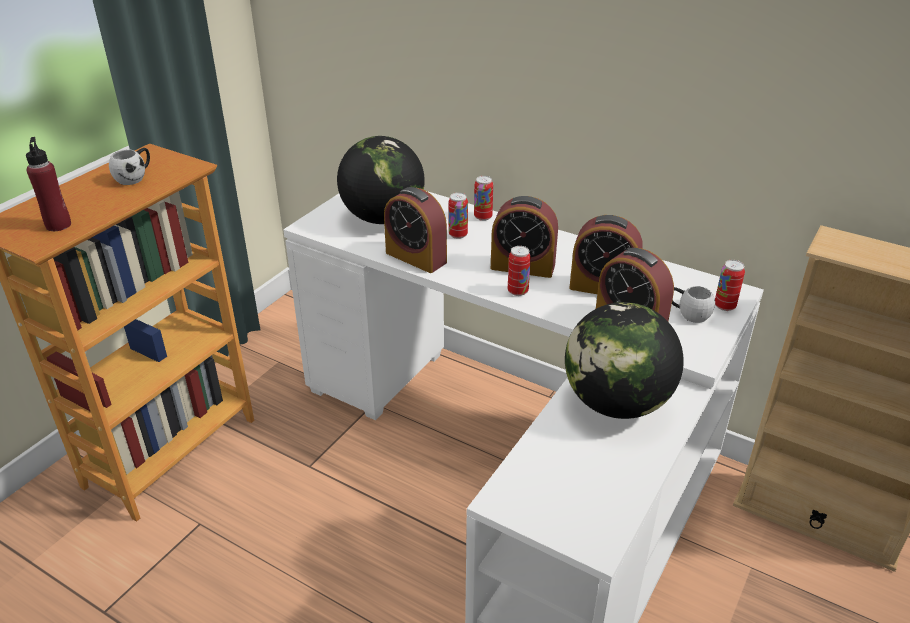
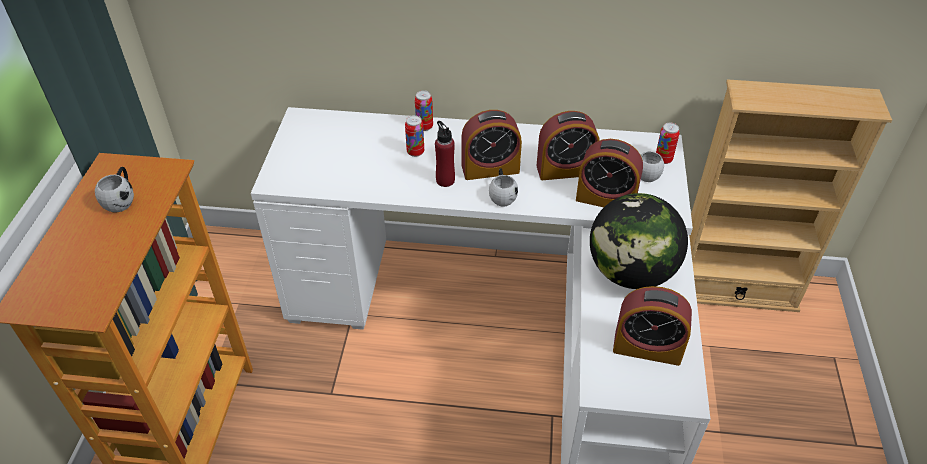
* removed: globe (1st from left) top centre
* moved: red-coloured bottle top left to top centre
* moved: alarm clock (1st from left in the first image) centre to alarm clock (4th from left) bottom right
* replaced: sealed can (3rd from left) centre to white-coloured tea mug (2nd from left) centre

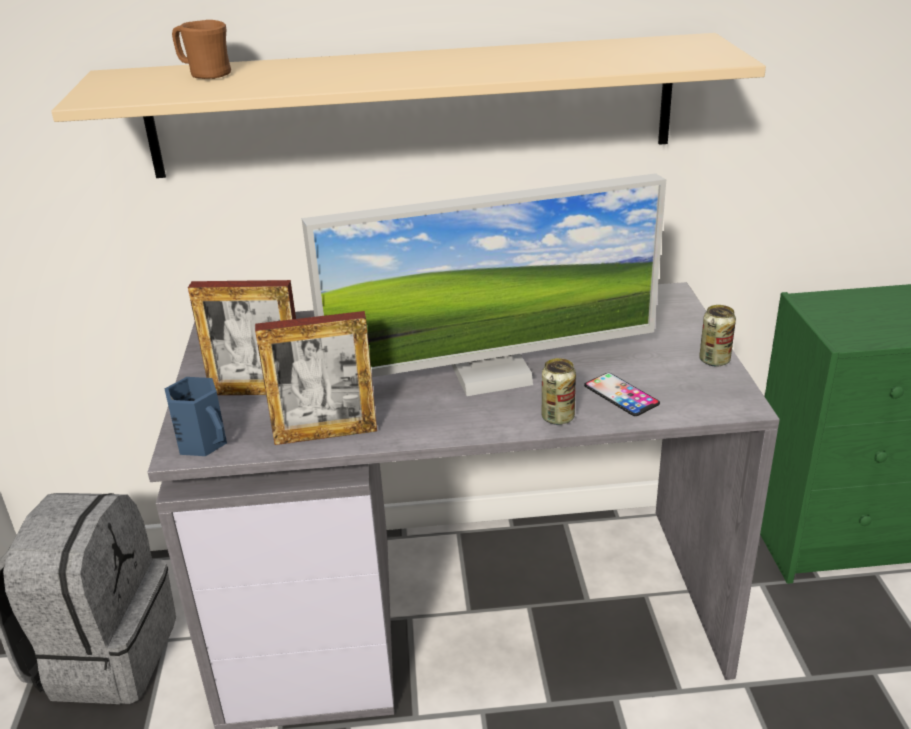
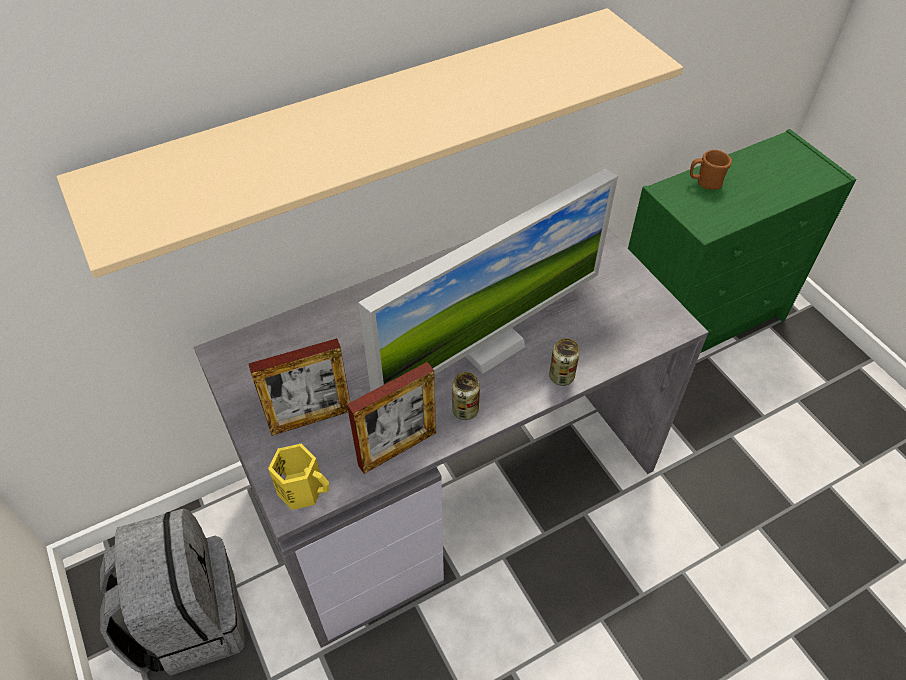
* removed: telephone middle right
* moved: brown-coloured tea mug top left to top right
* moved: sealed can (2nd from left in the first image) middle right to sealed can (1st from left) centre
* recoloured: bluish tea mug middle left to yellow-coloured tea mug bottom left

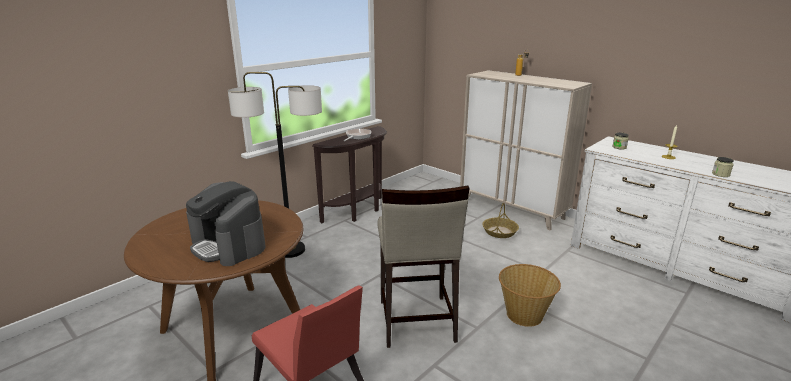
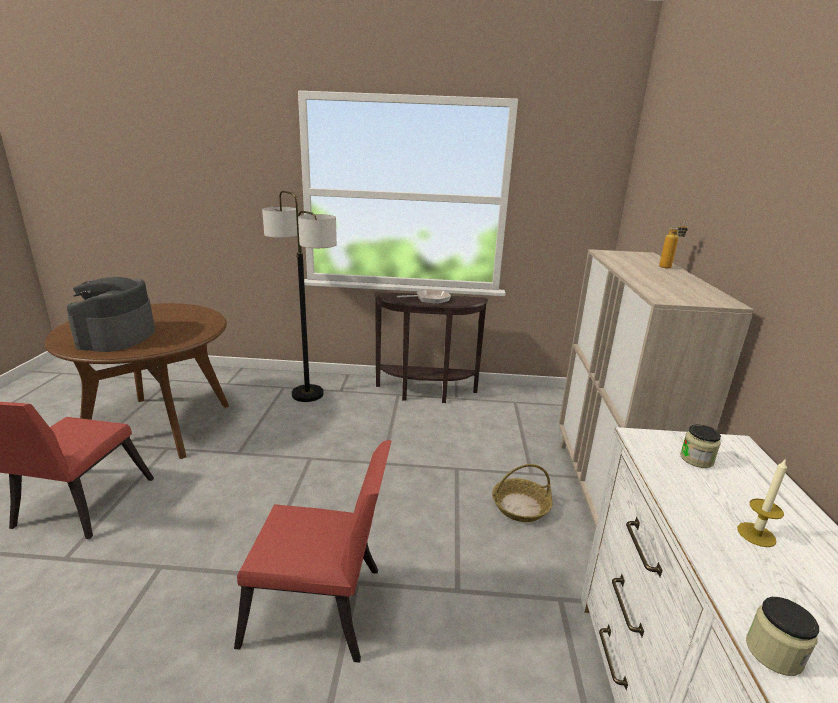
* removed: beige sitting stool bottom centre
* replaced: storage basket (2nd from left) bottom right to red-coloured upright chair (2nd from left) bottom centre

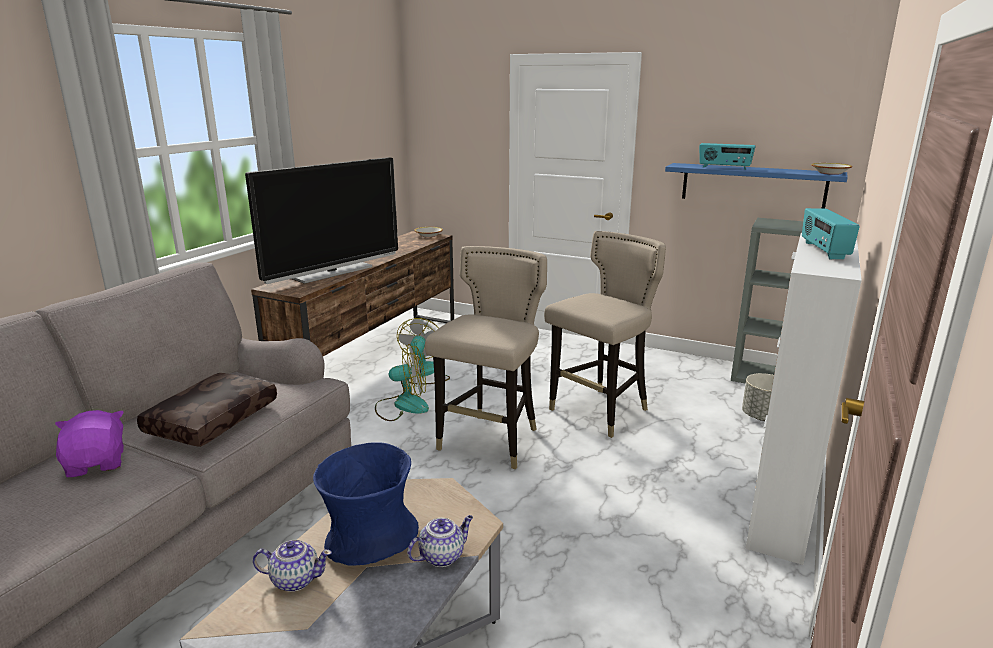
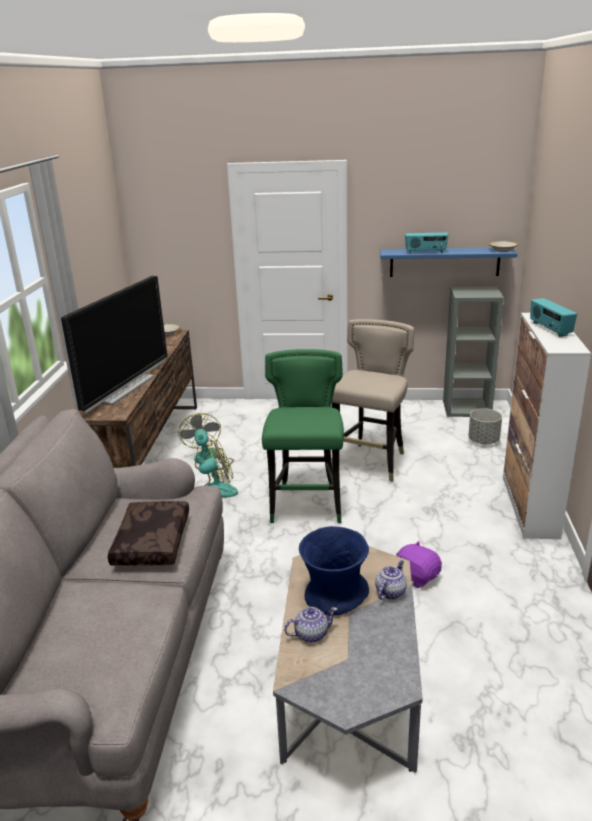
* moved: purple soft toy bottom left to bottom right
* recoloured: beige sitting stool (1st from left) centre to green sitting stool centre

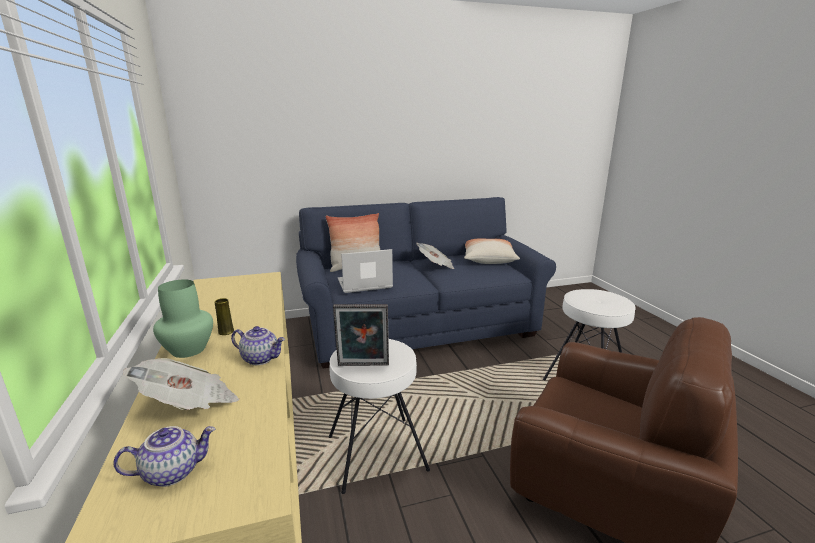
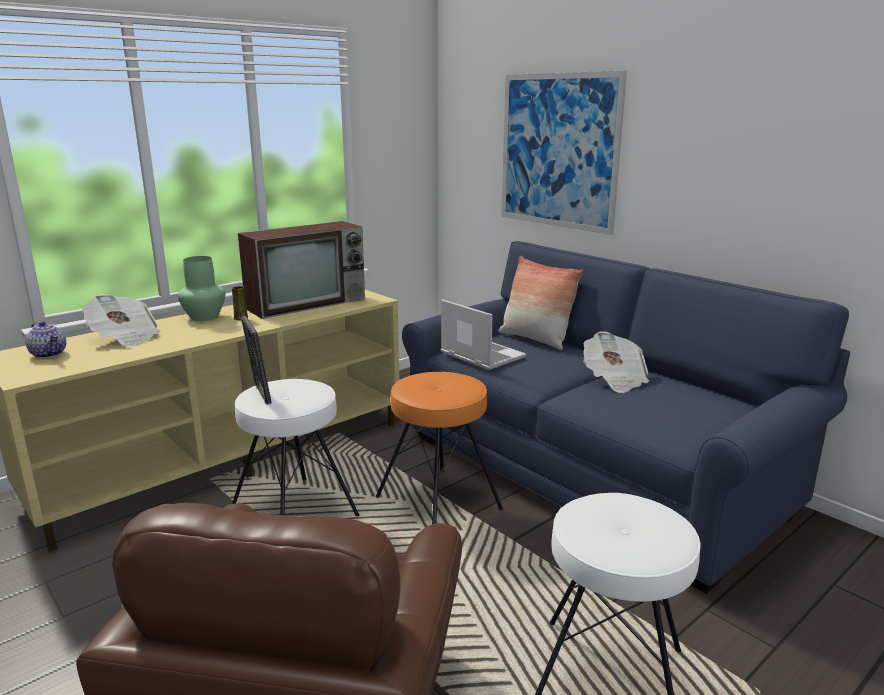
* removed: tea pot (2nd from left) middle left
* removed: throw pillow (2nd from left) centre
* added: television centre
* added: orangey sitting stool centre
* added: wall art top centre

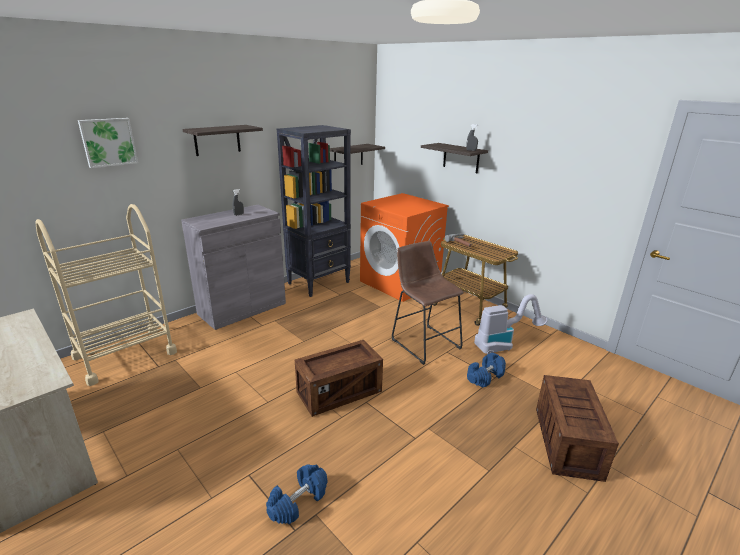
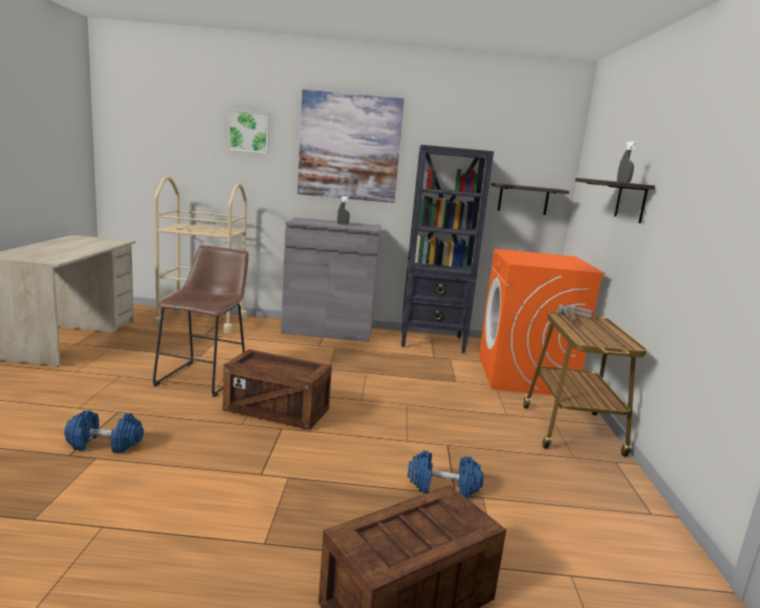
* removed: hoover middle right
* moved: brown-coloured sitting stool centre to middle left
* replaced: shelf (1st from left) top left to wall art (2nd from left) top centre

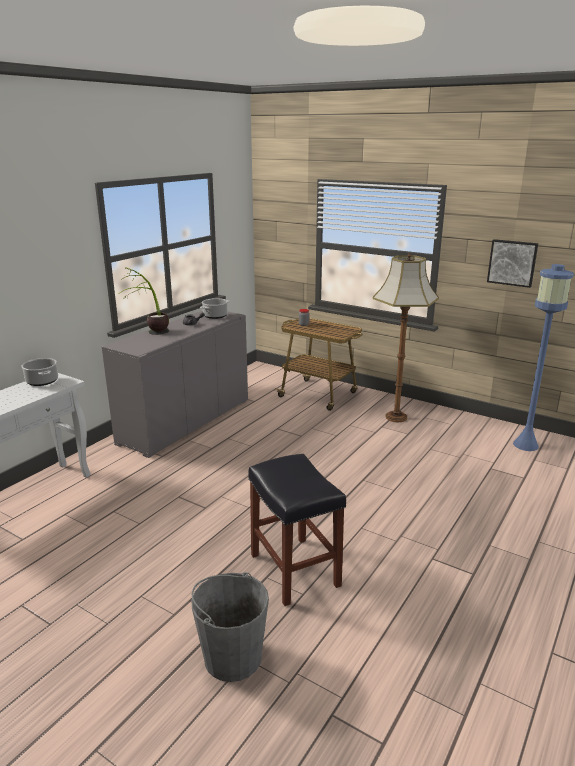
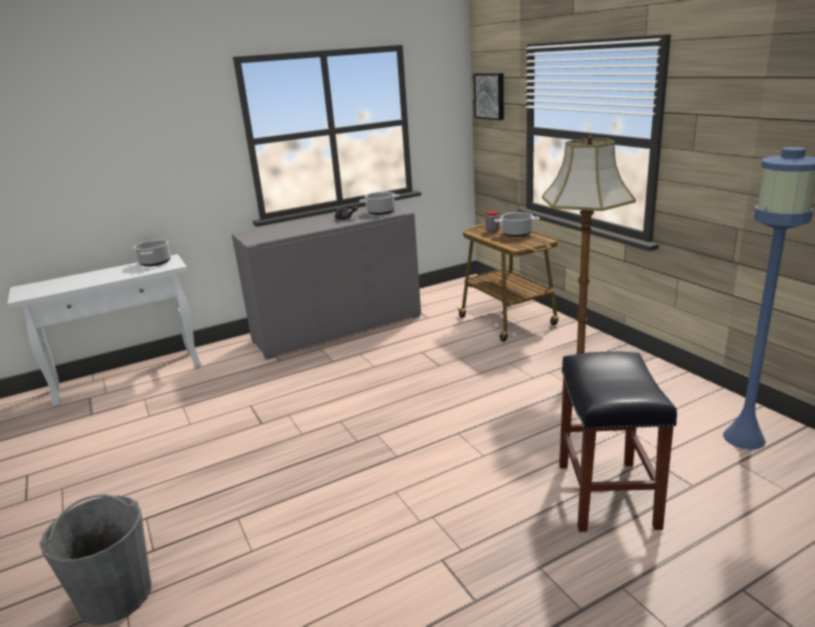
* removed: plant in a pot middle left
* added: stockpot (3rd from left) centre
* moved: blackish sitting stool bottom centre to bottom right
* moved: wall art middle right to top centre

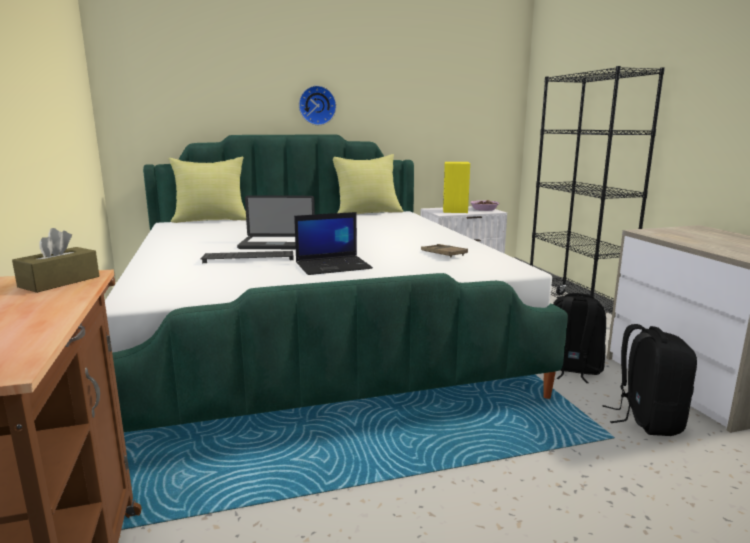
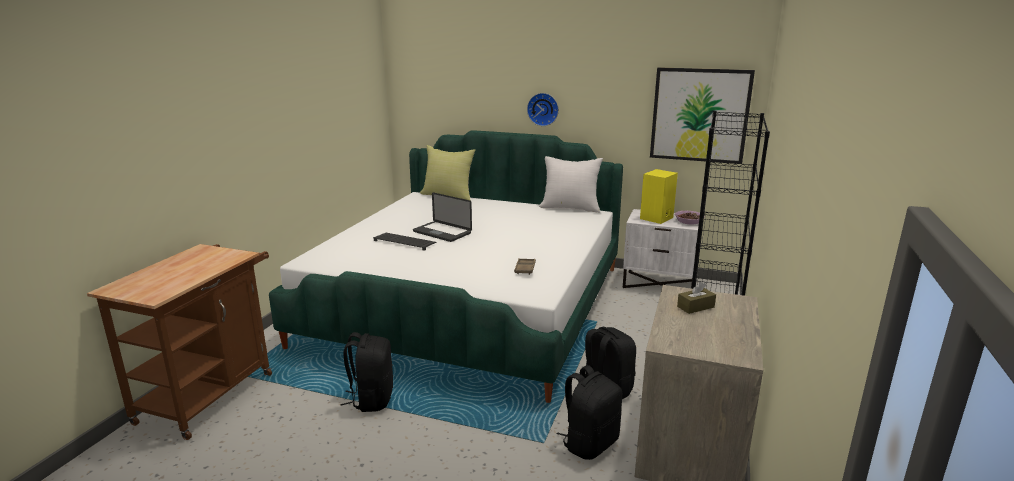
* removed: portable computer (2nd from left) centre
* added: blackish knapsack (1st from left) bottom centre
* added: wall art top right
* moved: brown-coloured tissue holder middle left to middle right
* recoloured: yellow-coloured throw pillow (2nd from left) centre to white-coloured throw pillow centre

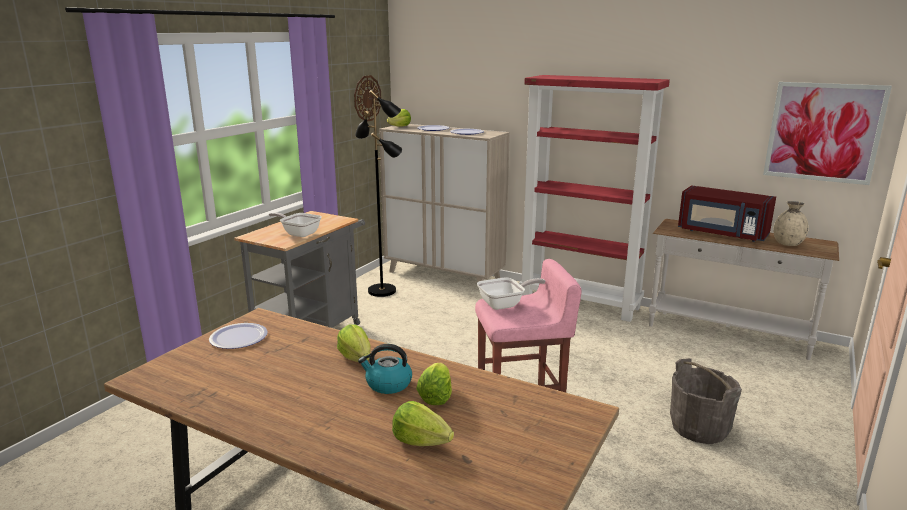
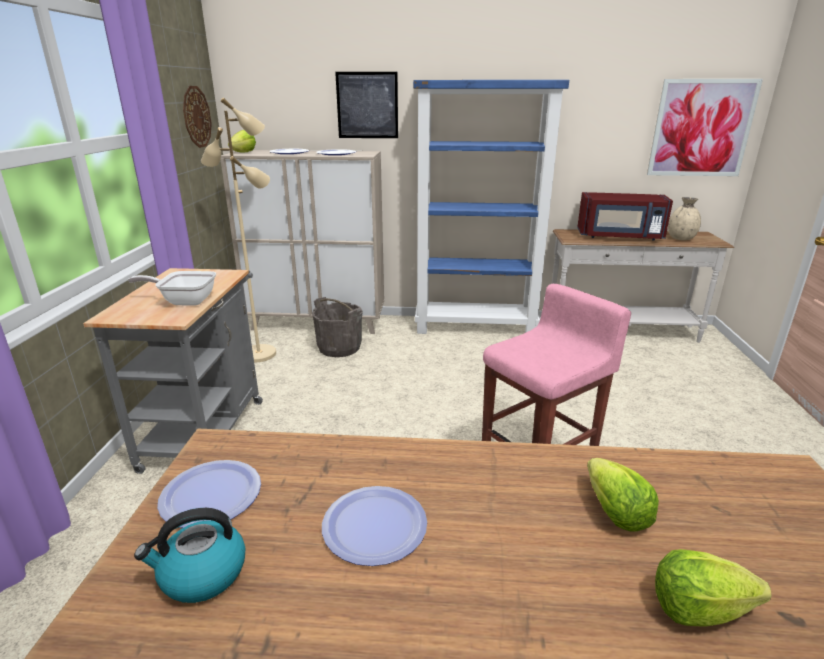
* removed: lettuce head (1st from left) bottom centre
* removed: skillet (2nd from left) centre
* added: dinner plate (4th from left) bottom centre
* added: wall art (1st from left) top centre
* moved: water kettle bottom centre to bottom left
* moved: grey water bucket bottom right to centre
* recoloured: blackish standing lamp centre to beige standing lamp middle left
* recoloured: red-coloured shelving unit centre to bluish shelving unit top centre

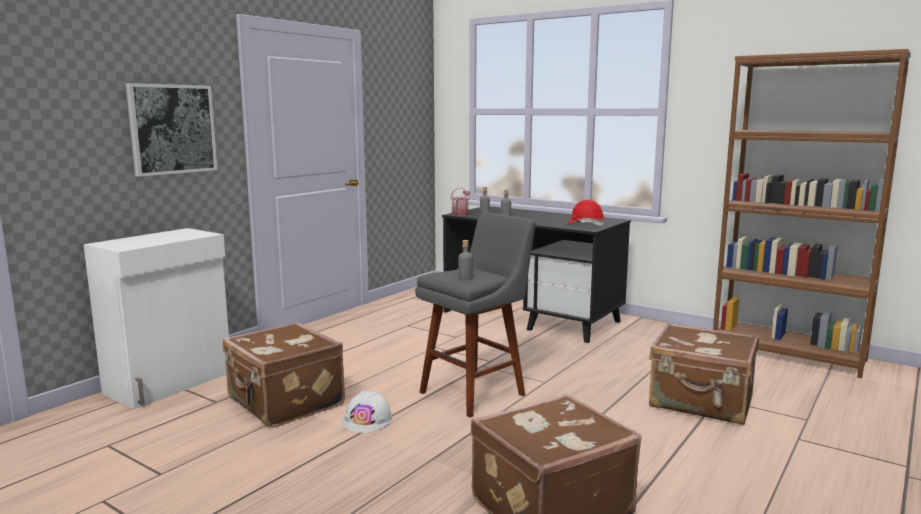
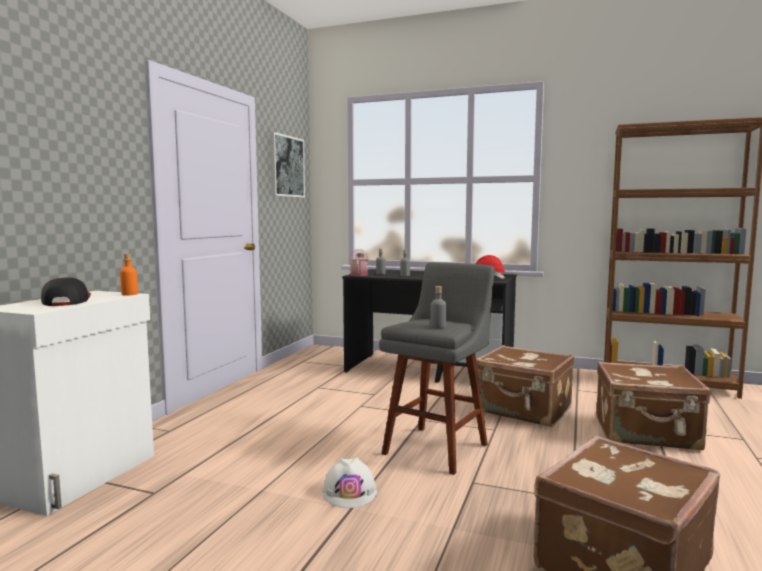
* added: peaked cap middle left
* added: orangey bottle middle left
* moved: wall art top left to top centre
* moved: brown-coloured suitcase (1st from left) bottom left to bottom right

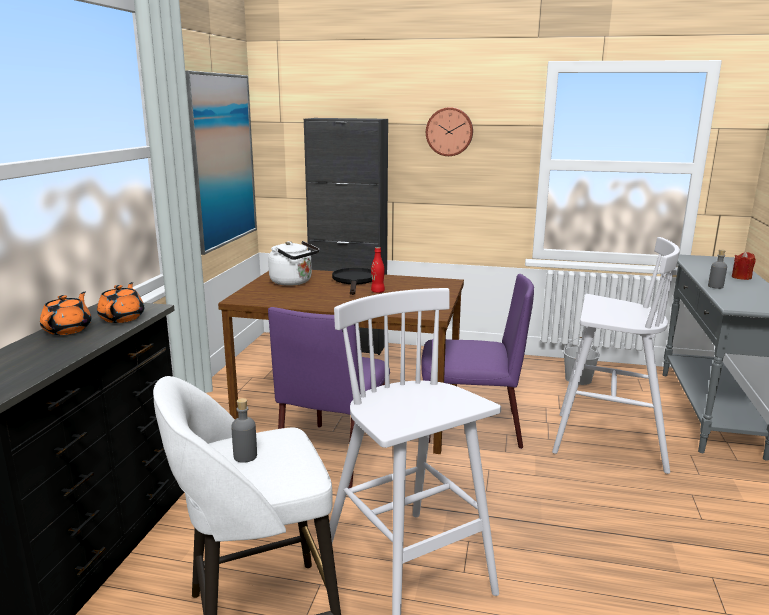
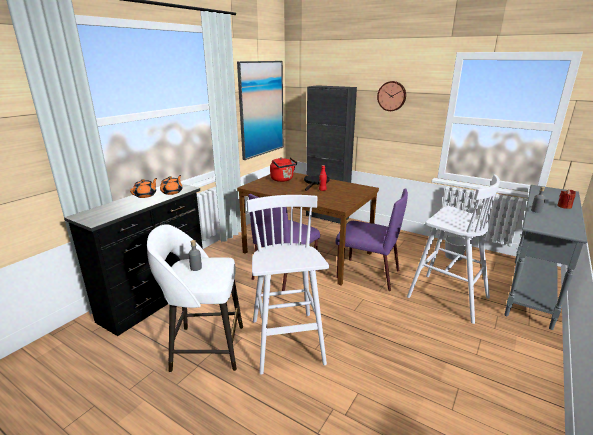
* recoloured: white-coloured water kettle centre to red-coloured water kettle centre

